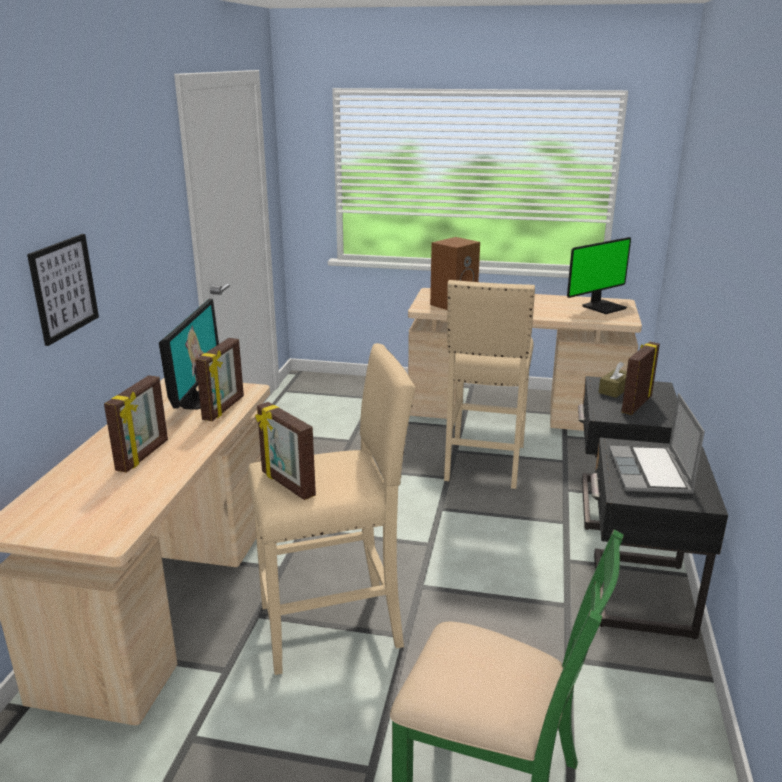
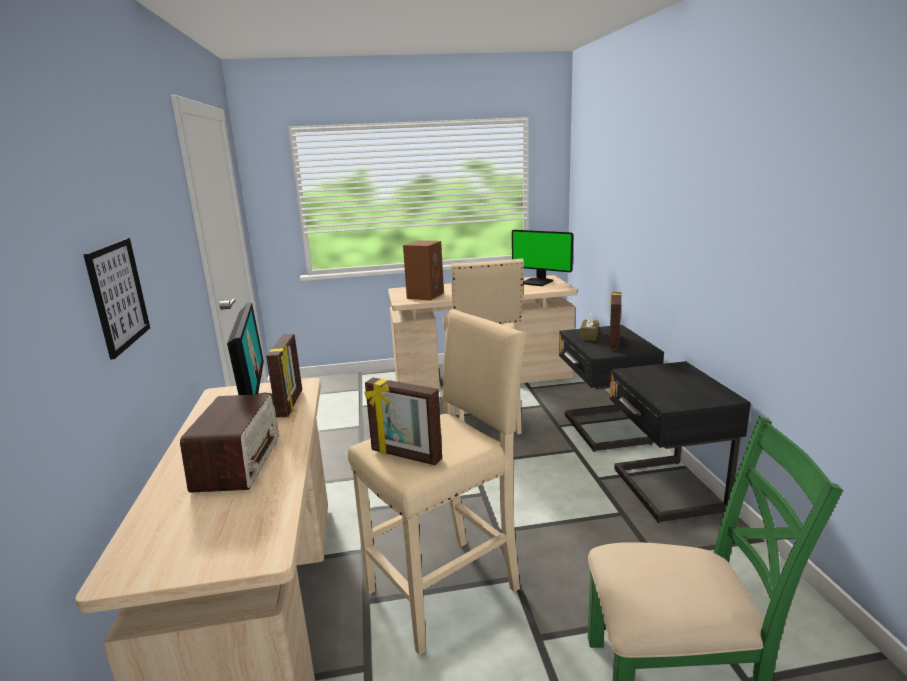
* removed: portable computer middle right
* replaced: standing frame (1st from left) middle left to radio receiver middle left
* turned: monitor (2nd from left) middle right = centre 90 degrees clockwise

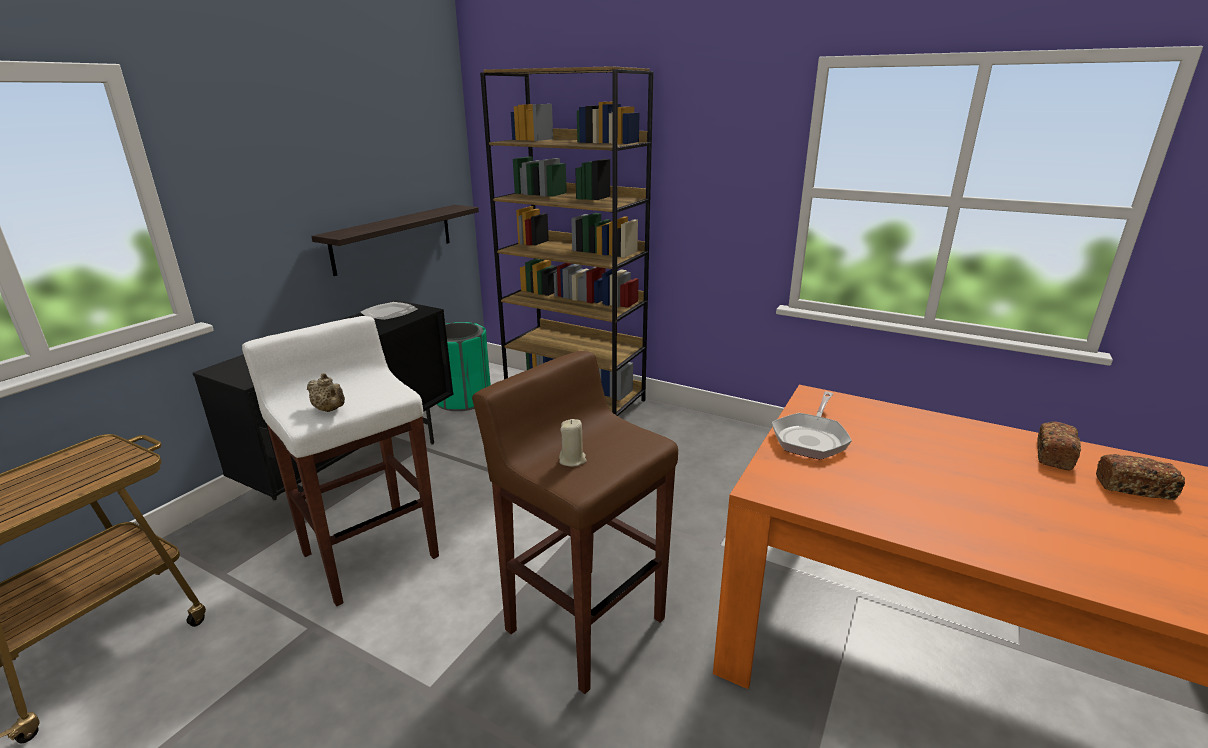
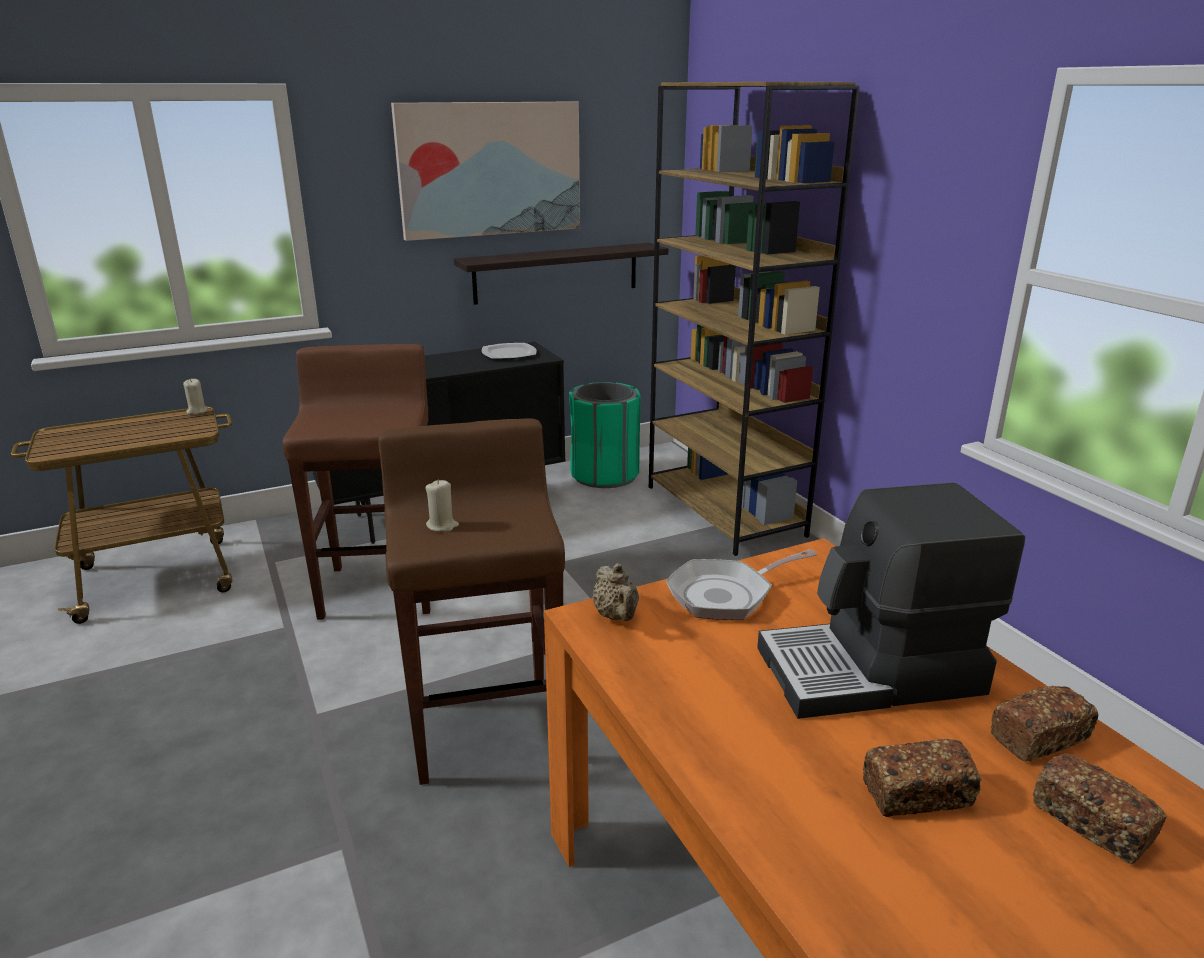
* added: beige wax candle (1st from left) middle left
* added: wall art top centre
* added: coffee machine middle right
* added: baked bread (1st from left) bottom right
* moved: beige tea pot middle left to centre
* recoloured: white-coloured sitting stool middle left to brown-coloured sitting stool (1st from left) middle left

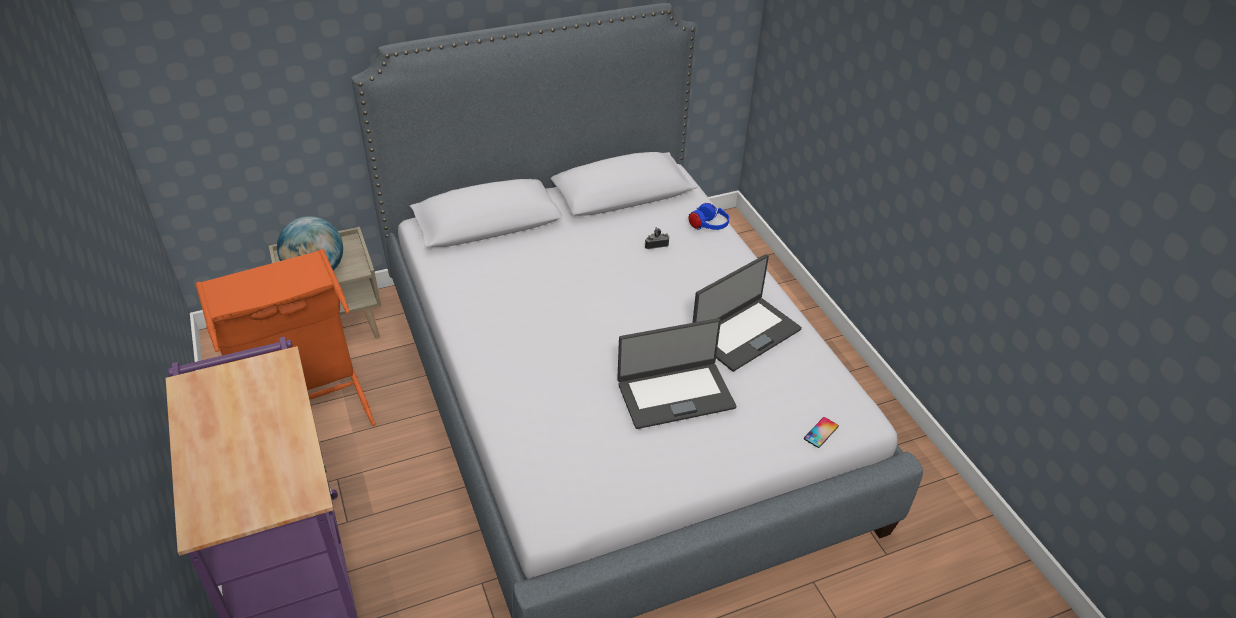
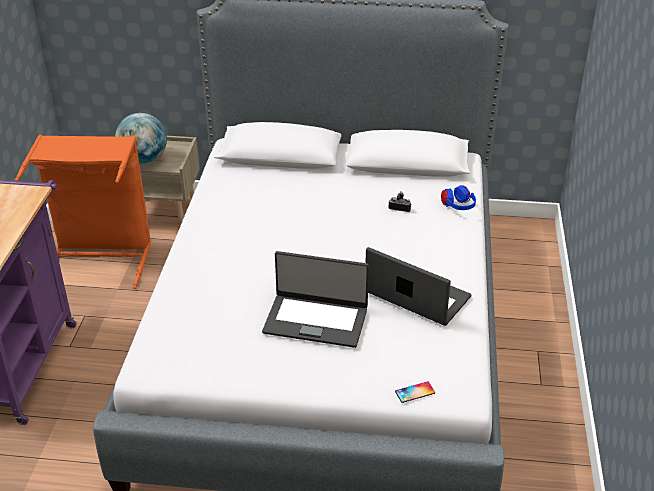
* turned: portable computer (2nd from left) centre = centre 135 degrees counterclockwise

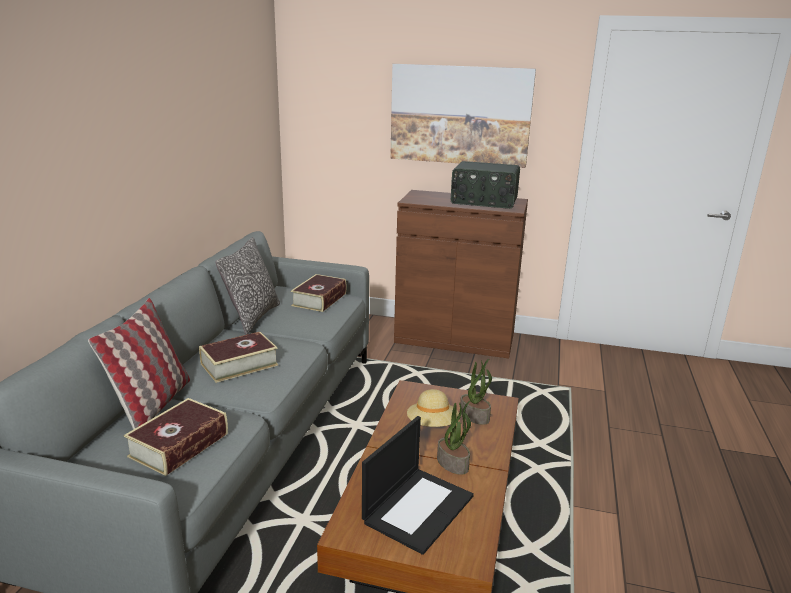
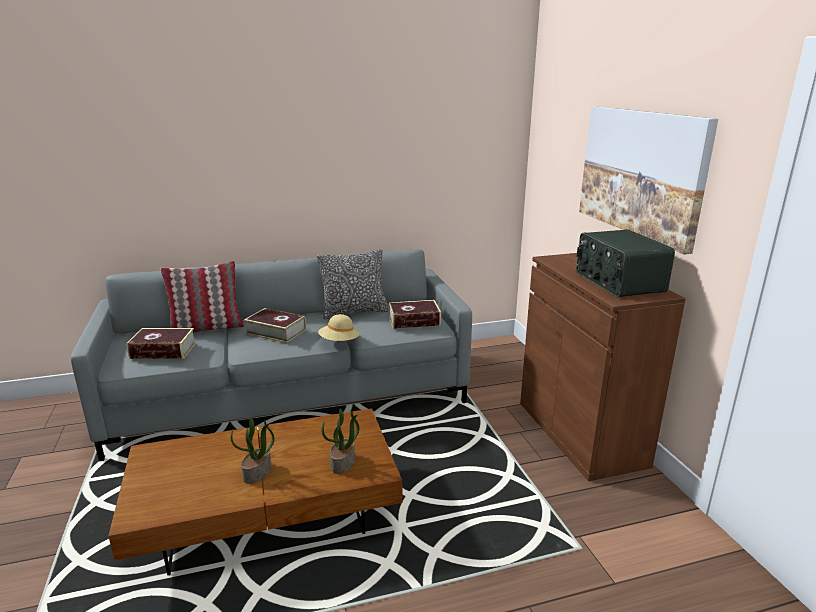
* removed: portable computer bottom centre
* moved: beige hat bottom centre to centre

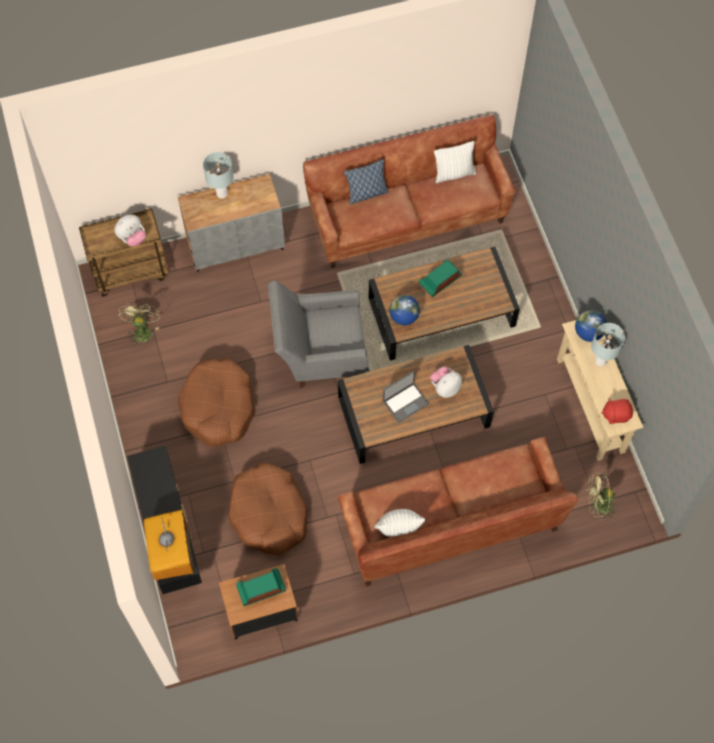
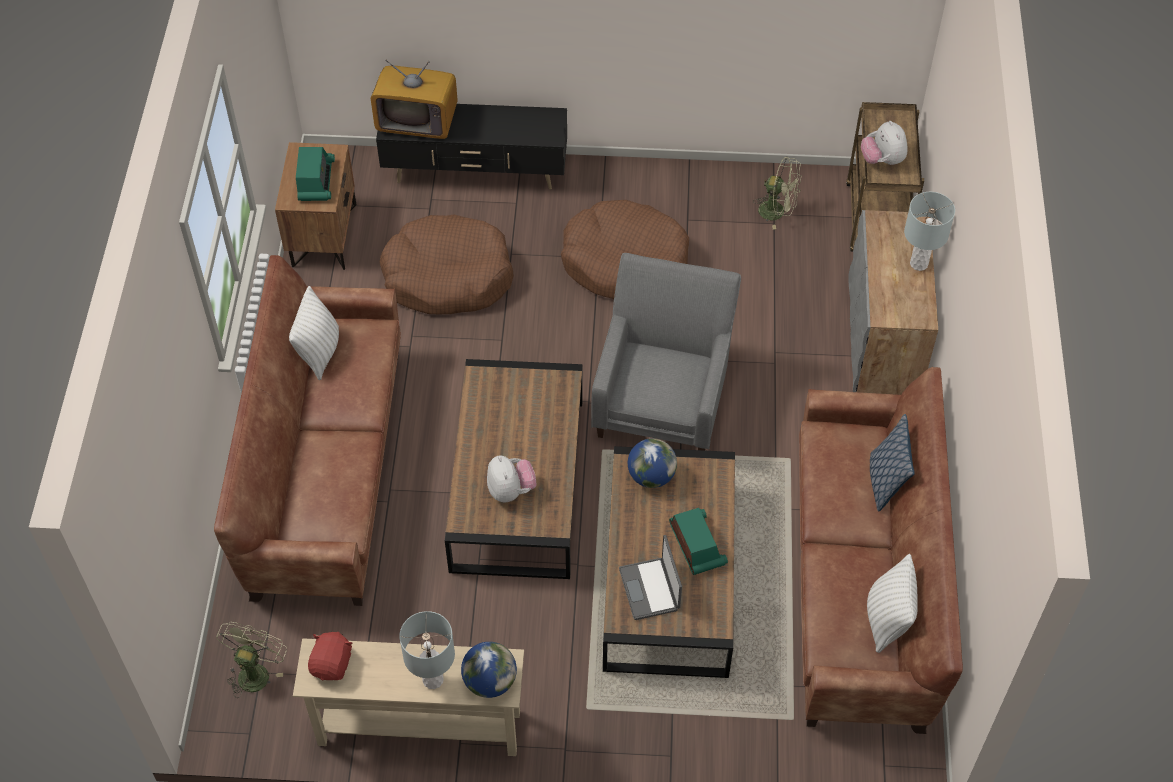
* moved: portable computer centre to bottom centre

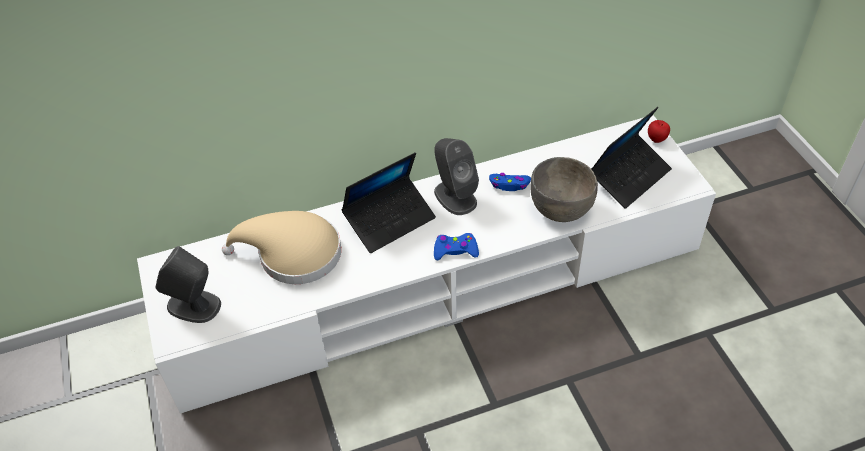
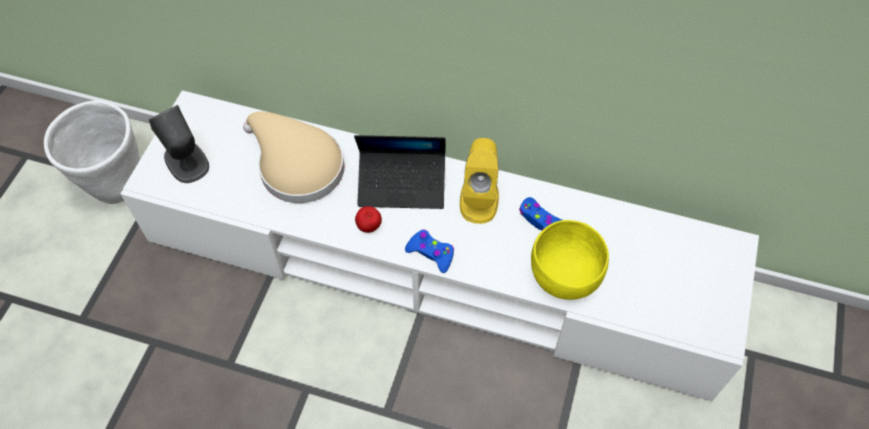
* removed: portable computer (2nd from left) middle right
* added: white-coloured plant pot middle left
* moved: whole apple top right to centre
* recoloured: grey speaker (2nd from left) centre to yellow-coloured speaker centre
* recoloured: grey serving bowl centre to yellow-coloured serving bowl centre

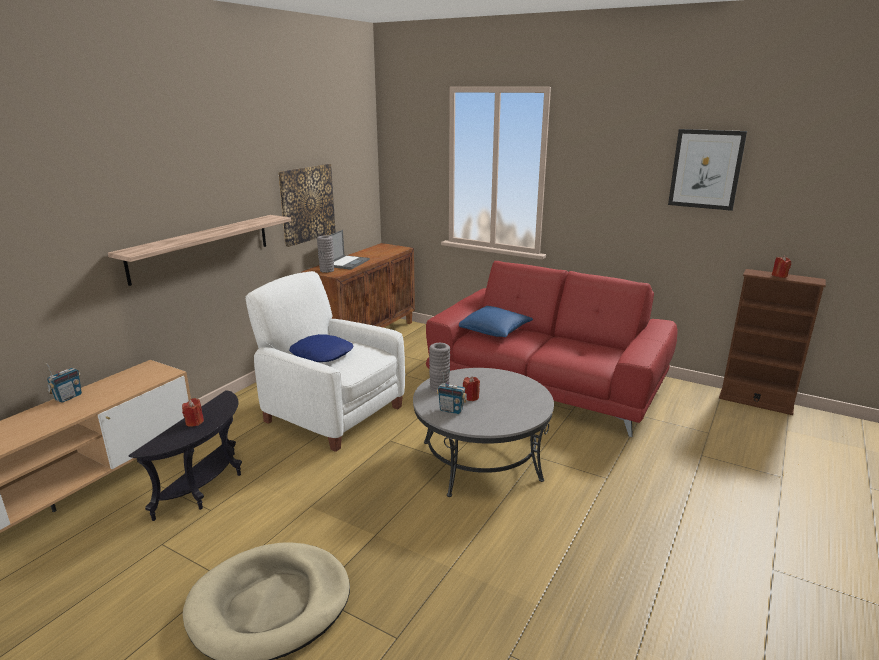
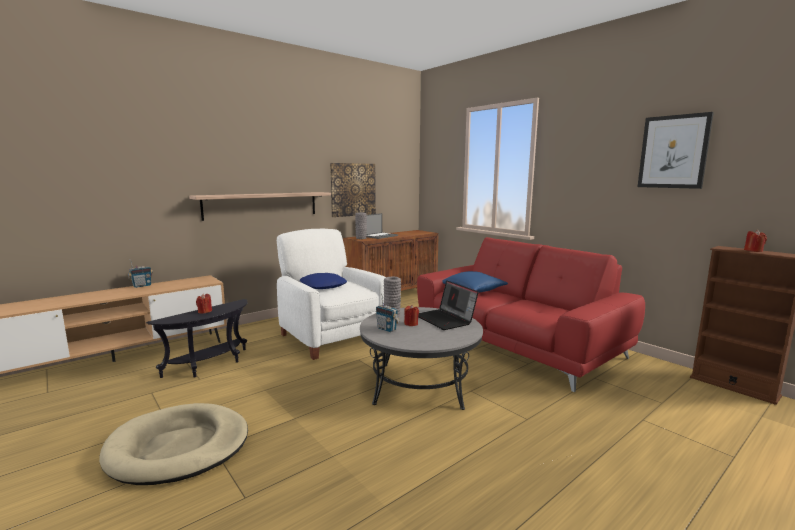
* added: portable computer (2nd from left) centre

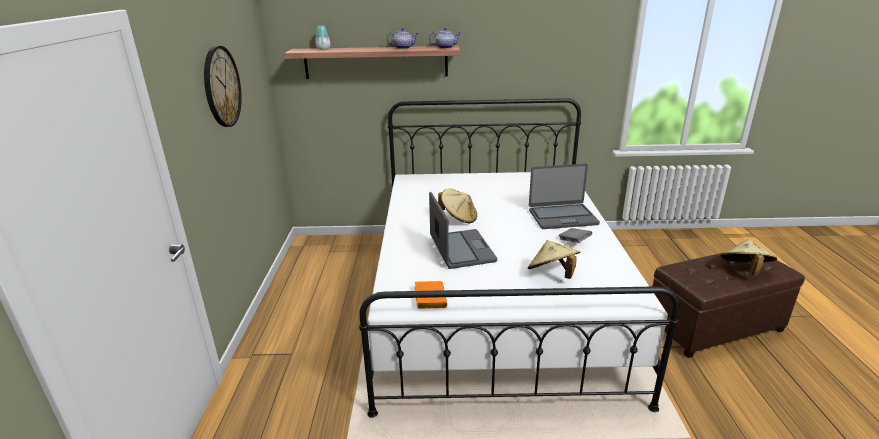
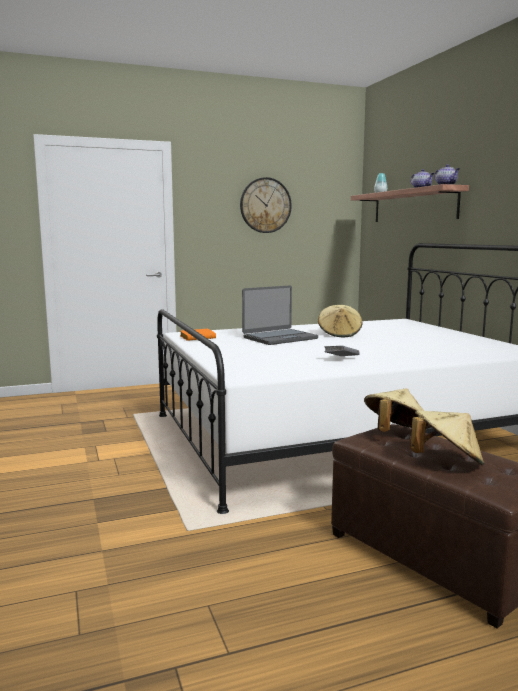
* removed: portable computer (2nd from left) centre
* moved: beige hat (2nd from left) centre to middle right

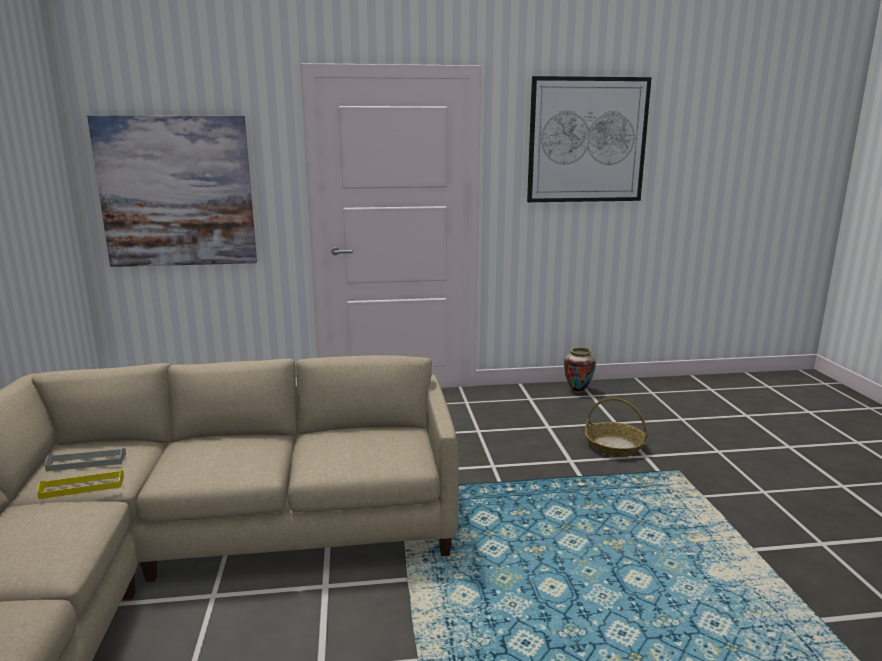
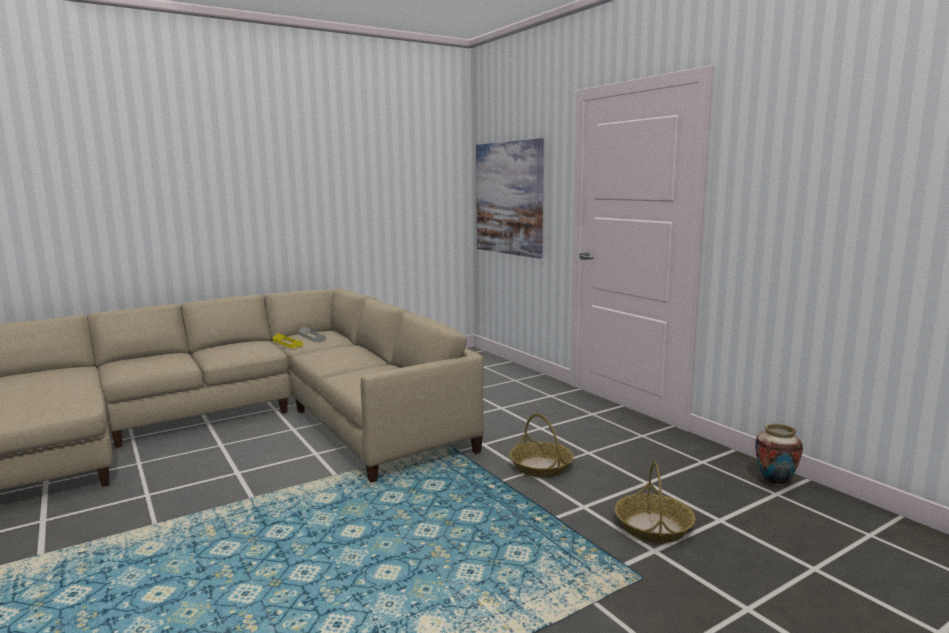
* removed: wall art (2nd from left) top right
* added: storage basket (1st from left) bottom centre

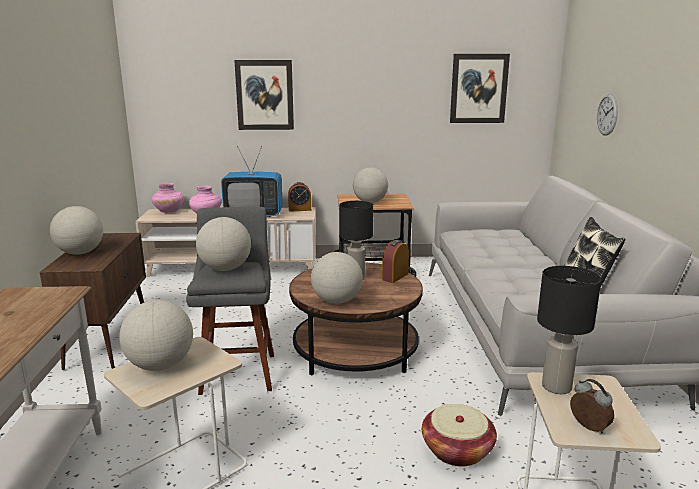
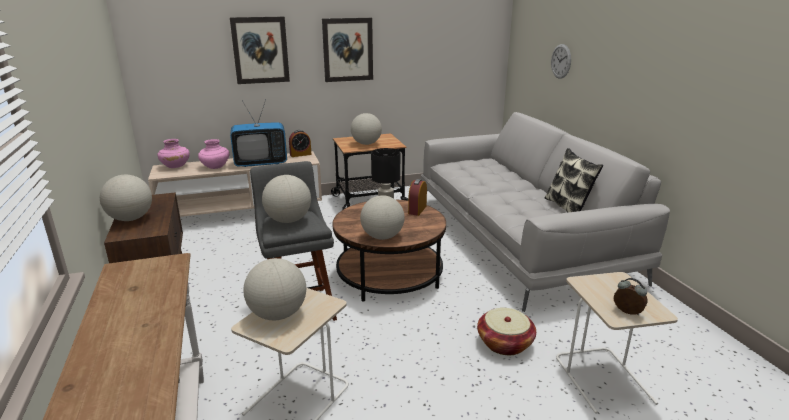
* removed: blackish tabletop lamp (2nd from left) bottom right
* moved: wall art (2nd from left) top right to top centre

